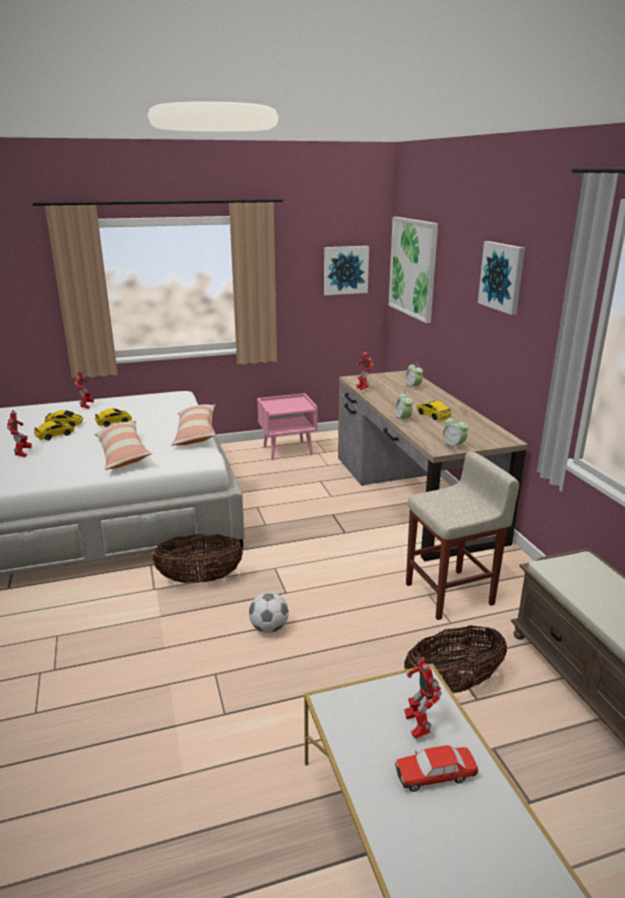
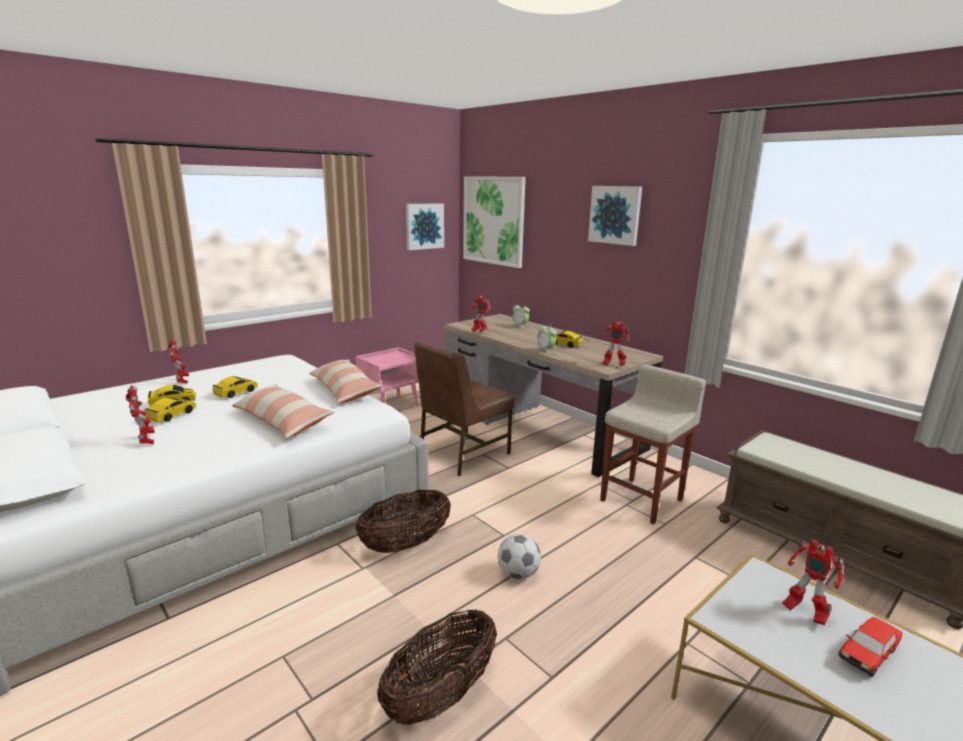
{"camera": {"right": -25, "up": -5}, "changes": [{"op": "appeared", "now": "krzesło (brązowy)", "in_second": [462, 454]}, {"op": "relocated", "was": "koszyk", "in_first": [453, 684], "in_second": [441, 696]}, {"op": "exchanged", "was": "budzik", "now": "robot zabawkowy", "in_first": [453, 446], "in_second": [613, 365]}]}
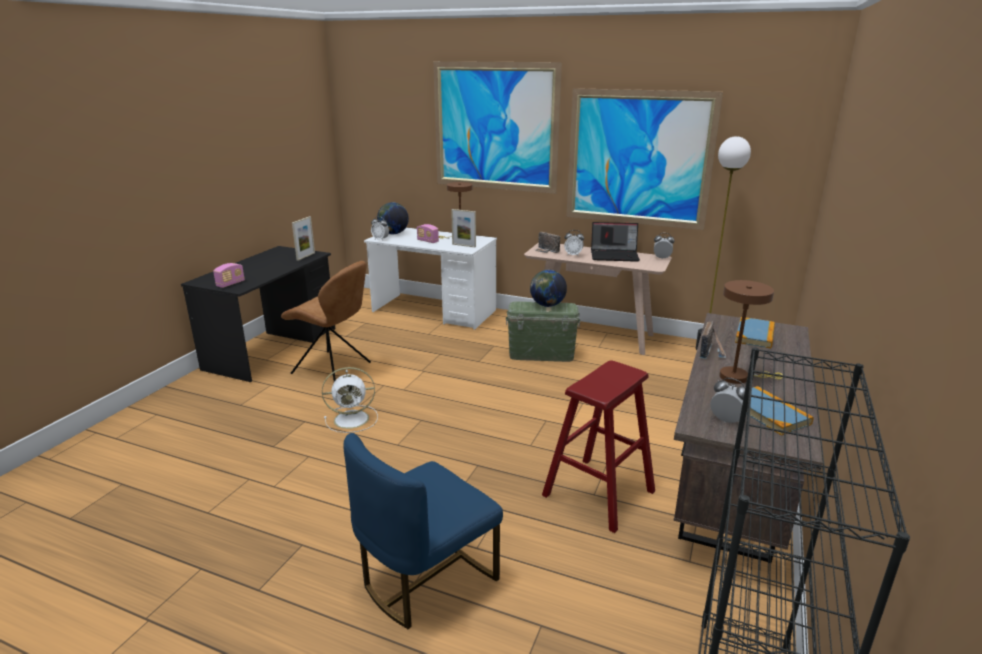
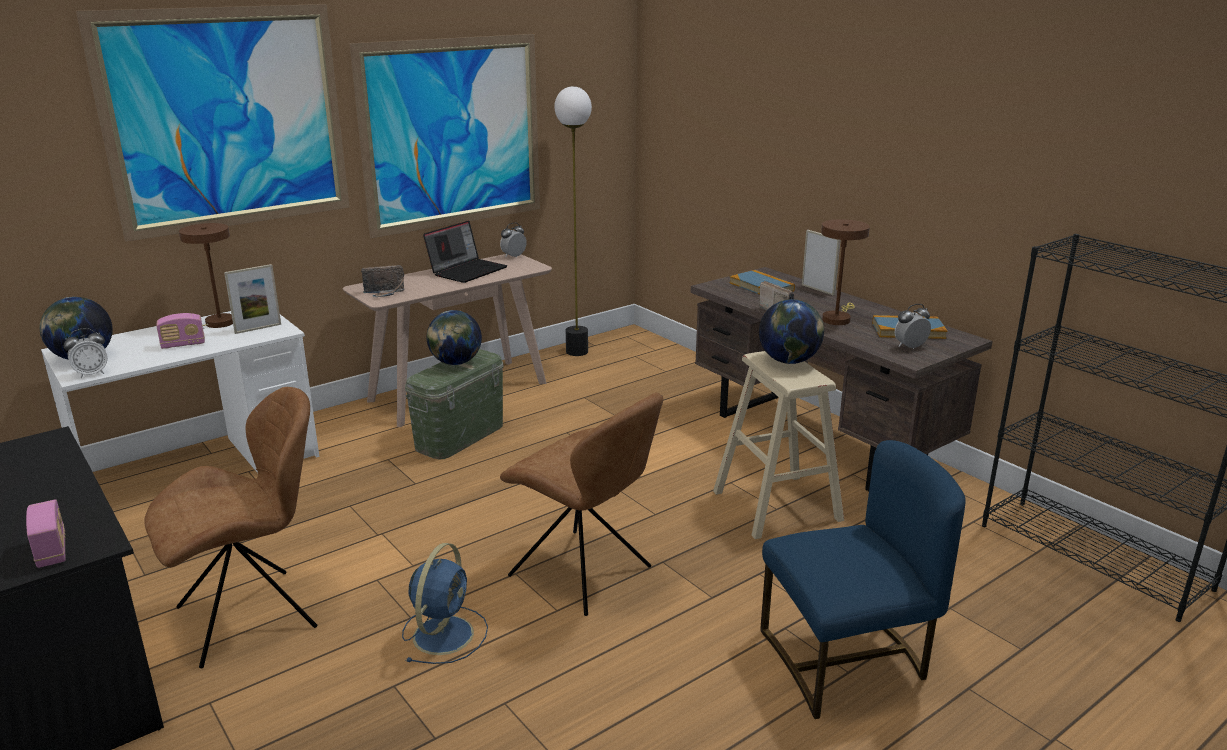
{"camera": {"right": -60, "up": 0}, "changes": [{"op": "missing", "was": "budzik", "in_first": [573, 255]}, {"op": "appeared", "now": "krzesło (brązowy)", "in_second": [584, 574]}, {"op": "appeared", "now": "globus", "in_second": [789, 361]}, {"op": "relocated", "was": "ramka na zdjęcie", "in_first": [306, 256], "in_second": [818, 290]}, {"op": "colour", "was": "wentylator (biały)", "now": "wentylator (niebieski)", "in_first": [353, 419], "in_second": [444, 633]}, {"op": "colour", "was": "stołek (czerwony)", "now": "stołek (beżowy)", "in_first": [598, 493], "in_second": [776, 505]}, {"op": "spun", "was": "krzesło (niebieski)", "in_first": [426, 578], "in_second": [846, 661], "clockwise": -90}]}
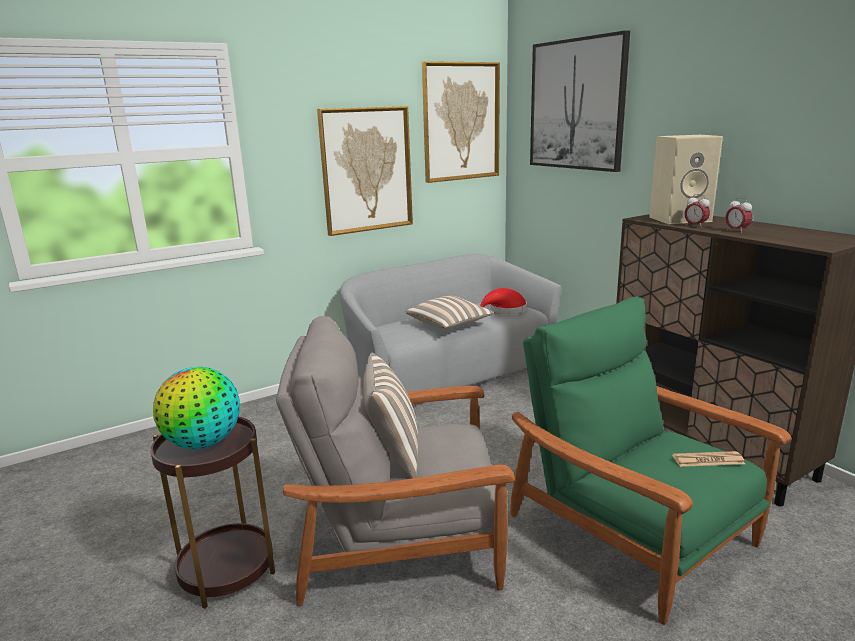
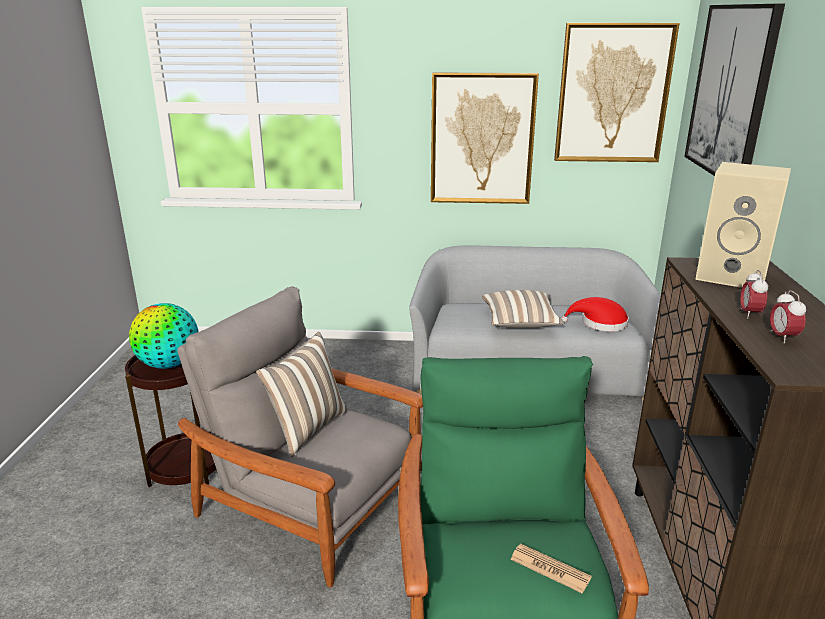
{"camera": {"right": 35, "up": 5}, "changes": [{"op": "relocated", "was": "budzik", "in_first": [695, 226], "in_second": [782, 337]}]}
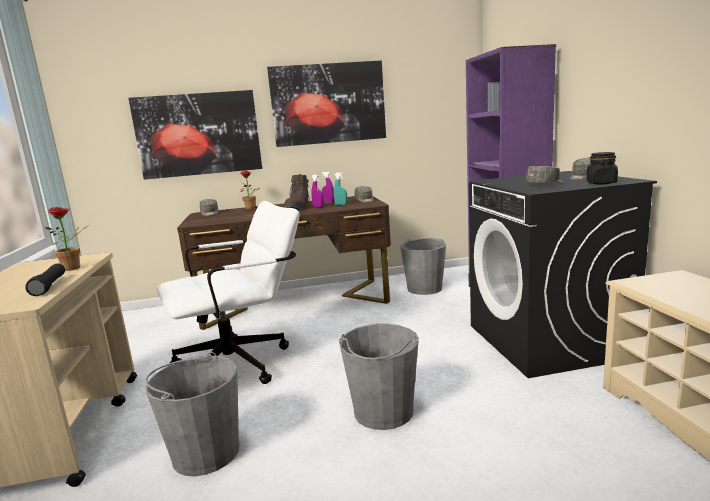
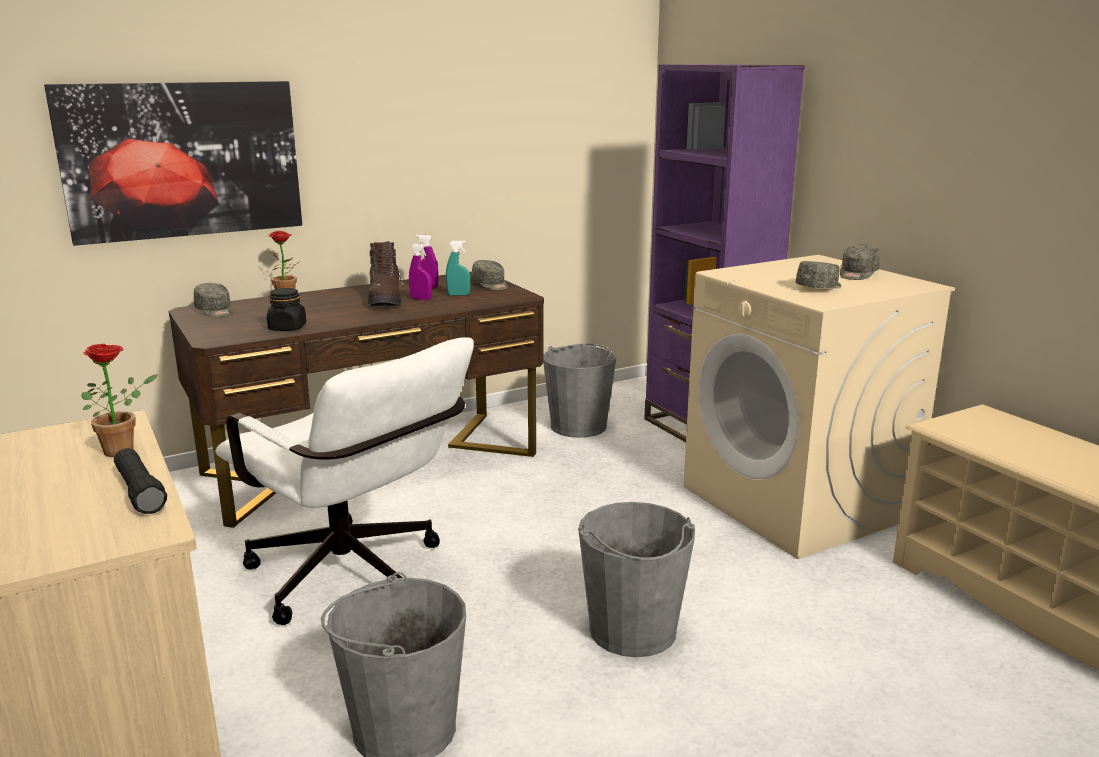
{"camera": {"right": -20, "up": 5}, "changes": [{"op": "missing", "was": "obraz", "in_first": [328, 104]}, {"op": "relocated", "was": "słoik (czarny)", "in_first": [601, 183], "in_second": [287, 328]}, {"op": "colour", "was": "pralka (czarny)", "now": "pralka (beżowy)", "in_first": [547, 341], "in_second": [797, 502]}, {"op": "spun", "was": "krzesło biurowe (biały)", "in_first": [242, 362], "in_second": [355, 580], "clockwise": 90}]}
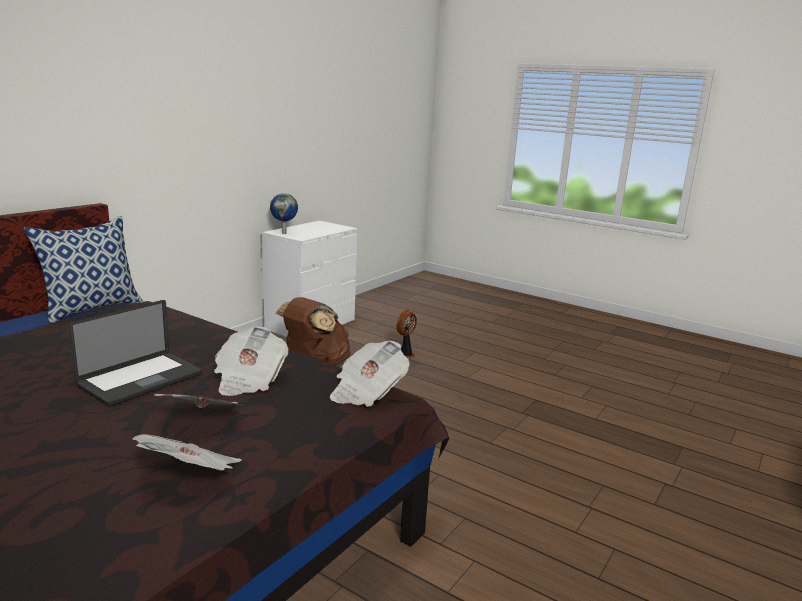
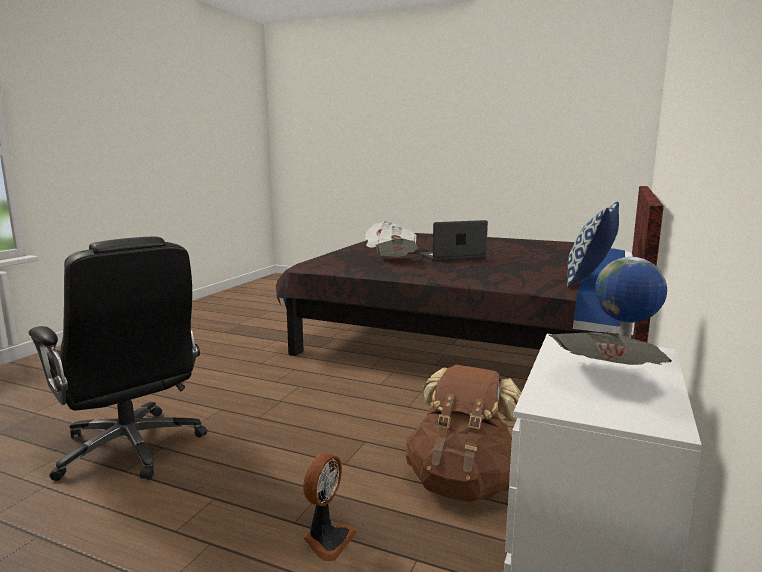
{"camera": {"right": 170, "up": -5}, "changes": [{"op": "appeared", "now": "krzesło biurowe (czarny)", "in_second": [131, 448]}, {"op": "relocated", "was": "gazeta", "in_first": [367, 392], "in_second": [606, 379]}, {"op": "spun", "was": "laptop", "in_first": [141, 380], "in_second": [452, 256], "clockwise": 45}]}
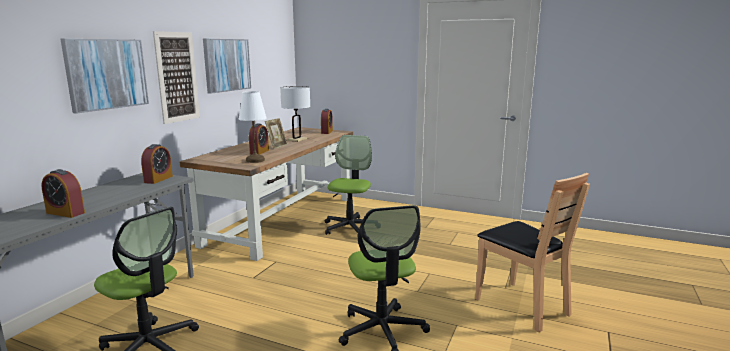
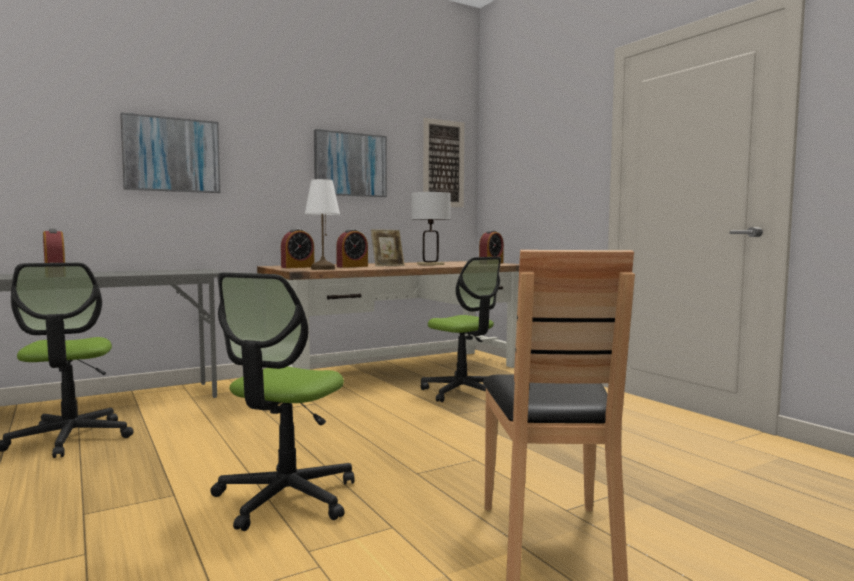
{"camera": {"right": 35, "up": -10}, "changes": [{"op": "relocated", "was": "budzik", "in_first": [158, 179], "in_second": [297, 267]}, {"op": "relocated", "was": "obraz", "in_first": [177, 77], "in_second": [443, 163]}, {"op": "spun", "was": "krzesło biurowe", "in_first": [350, 227], "in_second": [463, 392], "clockwise": 90}]}
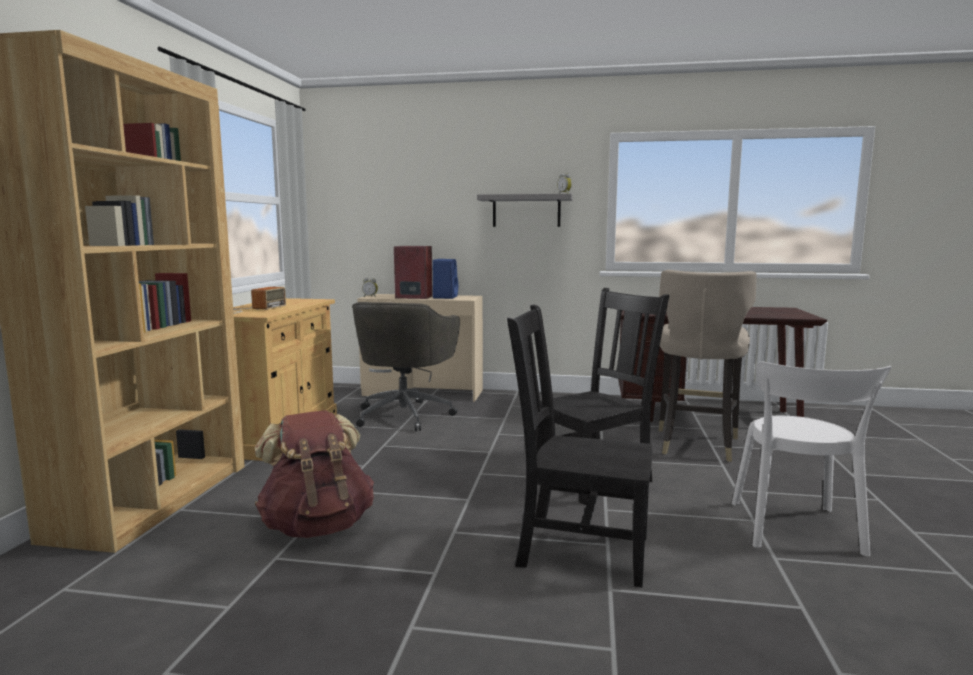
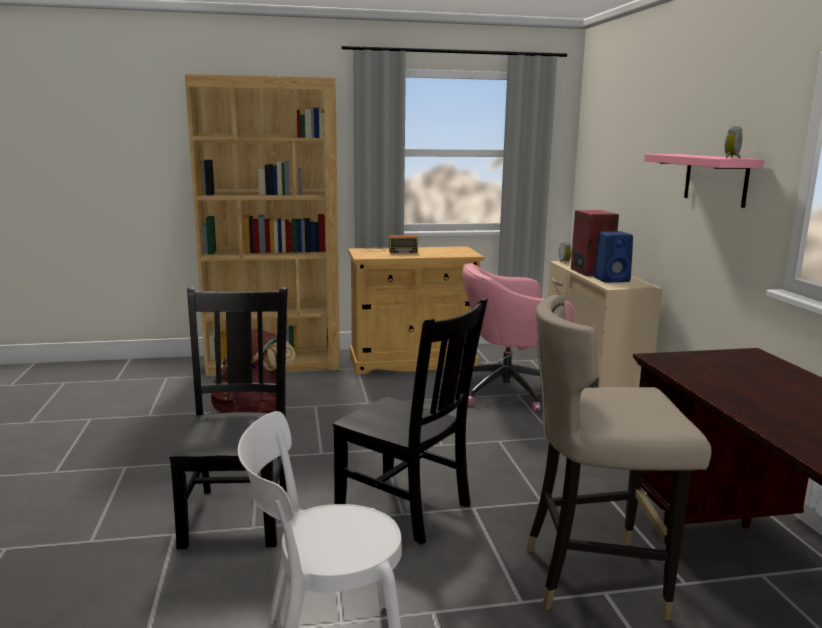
{"camera": {"right": 70, "up": 5}, "changes": [{"op": "colour", "was": "krzesło biurowe (szary)", "now": "krzesło biurowe (różowy)", "in_first": [405, 415], "in_second": [509, 391]}, {"op": "colour", "was": "półka (szary)", "now": "półka (różowy)", "in_first": [526, 211], "in_second": [715, 179]}]}
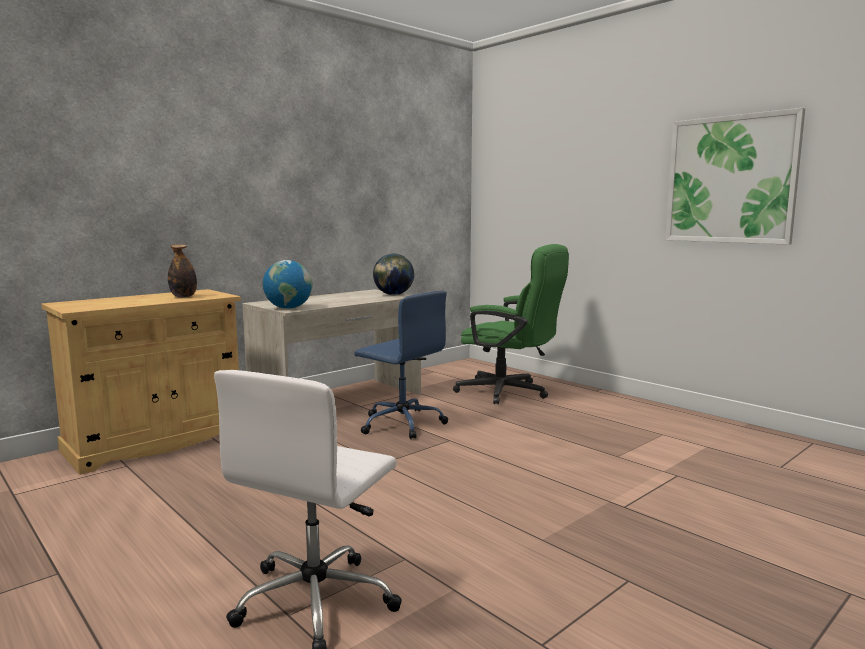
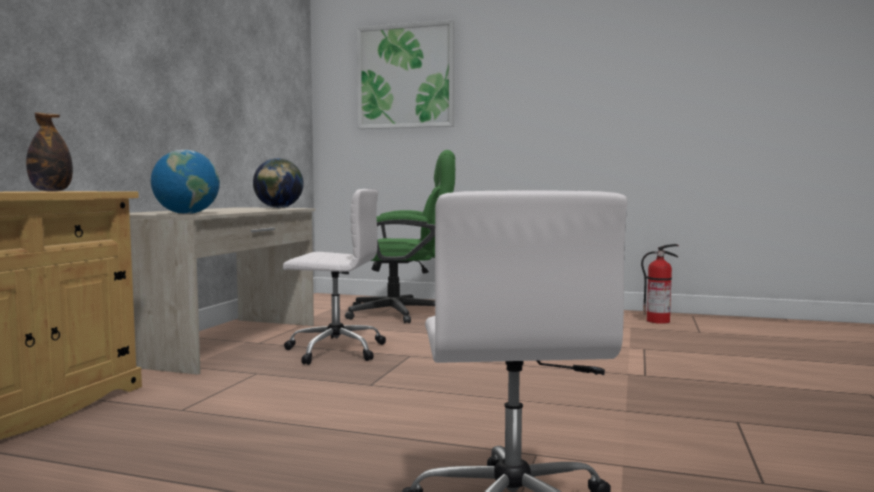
{"camera": {"right": -30, "up": -5}, "changes": [{"op": "appeared", "now": "gaśnica", "in_second": [659, 321]}, {"op": "relocated", "was": "obraz", "in_first": [730, 180], "in_second": [405, 76]}, {"op": "colour", "was": "krzesło biurowe (niebieski)", "now": "krzesło biurowe (biały)", "in_first": [401, 423], "in_second": [334, 350]}]}
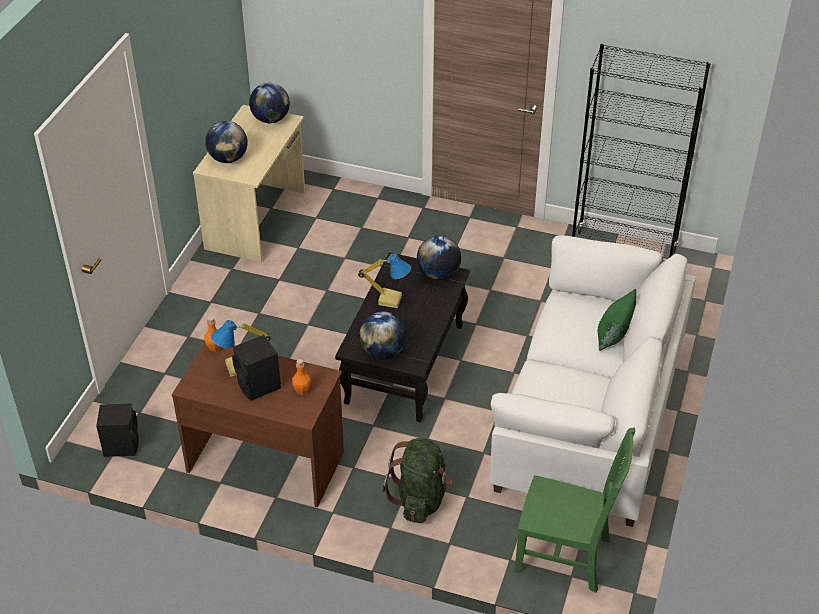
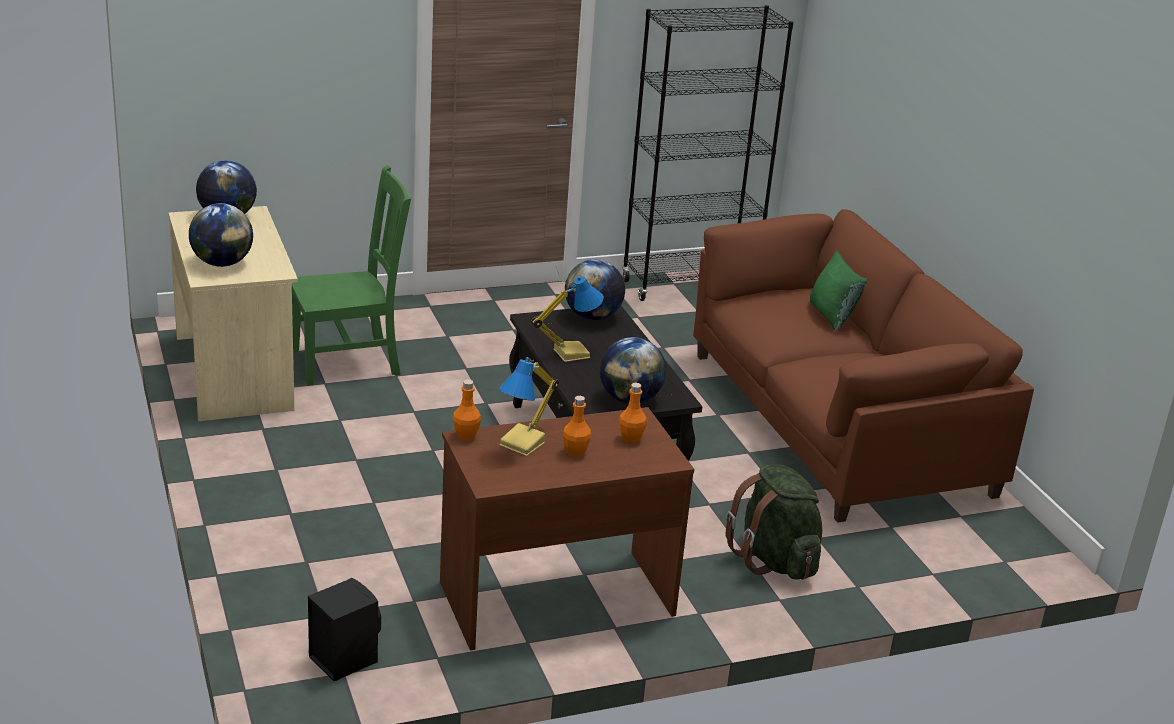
{"camera": {"right": -40, "up": -15}, "changes": [{"op": "relocated", "was": "krzesło (zielony)", "in_first": [566, 556], "in_second": [350, 361]}, {"op": "exchanged", "was": "głośnik (czarny)", "now": "butelka (pomarańczowy)", "in_first": [259, 386], "in_second": [575, 452]}, {"op": "colour", "was": "kanapa (biały)", "now": "kanapa (brązowy)", "in_first": [589, 414], "in_second": [836, 422]}]}
